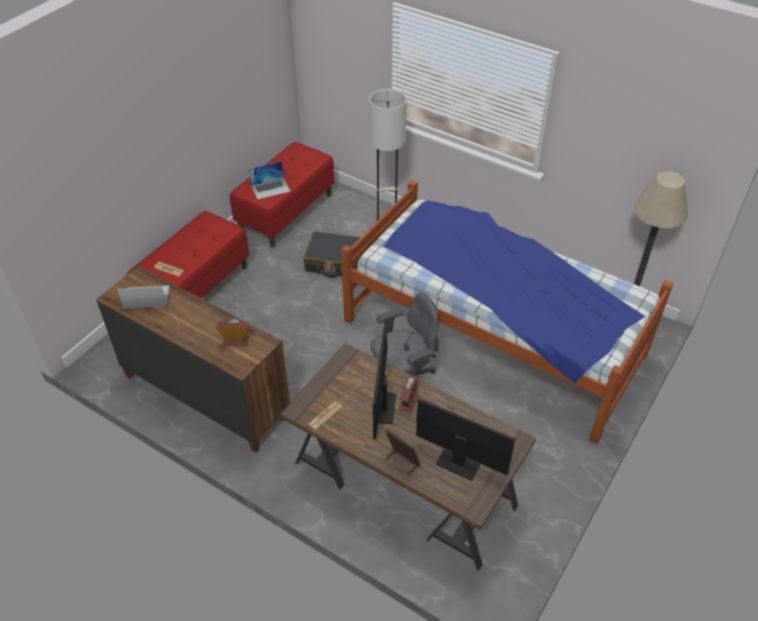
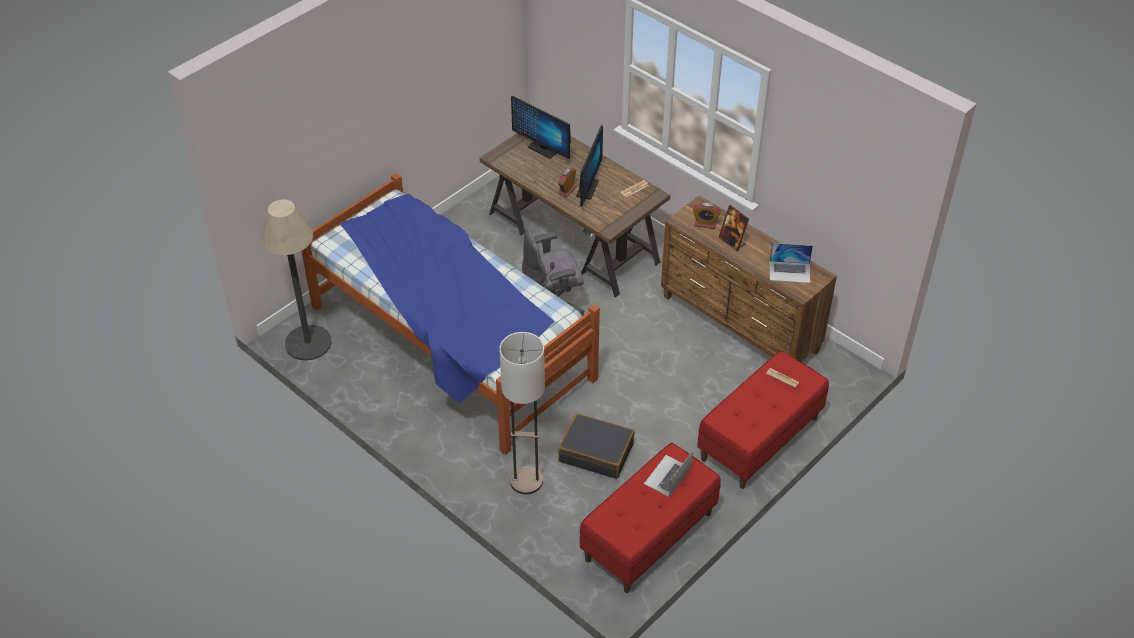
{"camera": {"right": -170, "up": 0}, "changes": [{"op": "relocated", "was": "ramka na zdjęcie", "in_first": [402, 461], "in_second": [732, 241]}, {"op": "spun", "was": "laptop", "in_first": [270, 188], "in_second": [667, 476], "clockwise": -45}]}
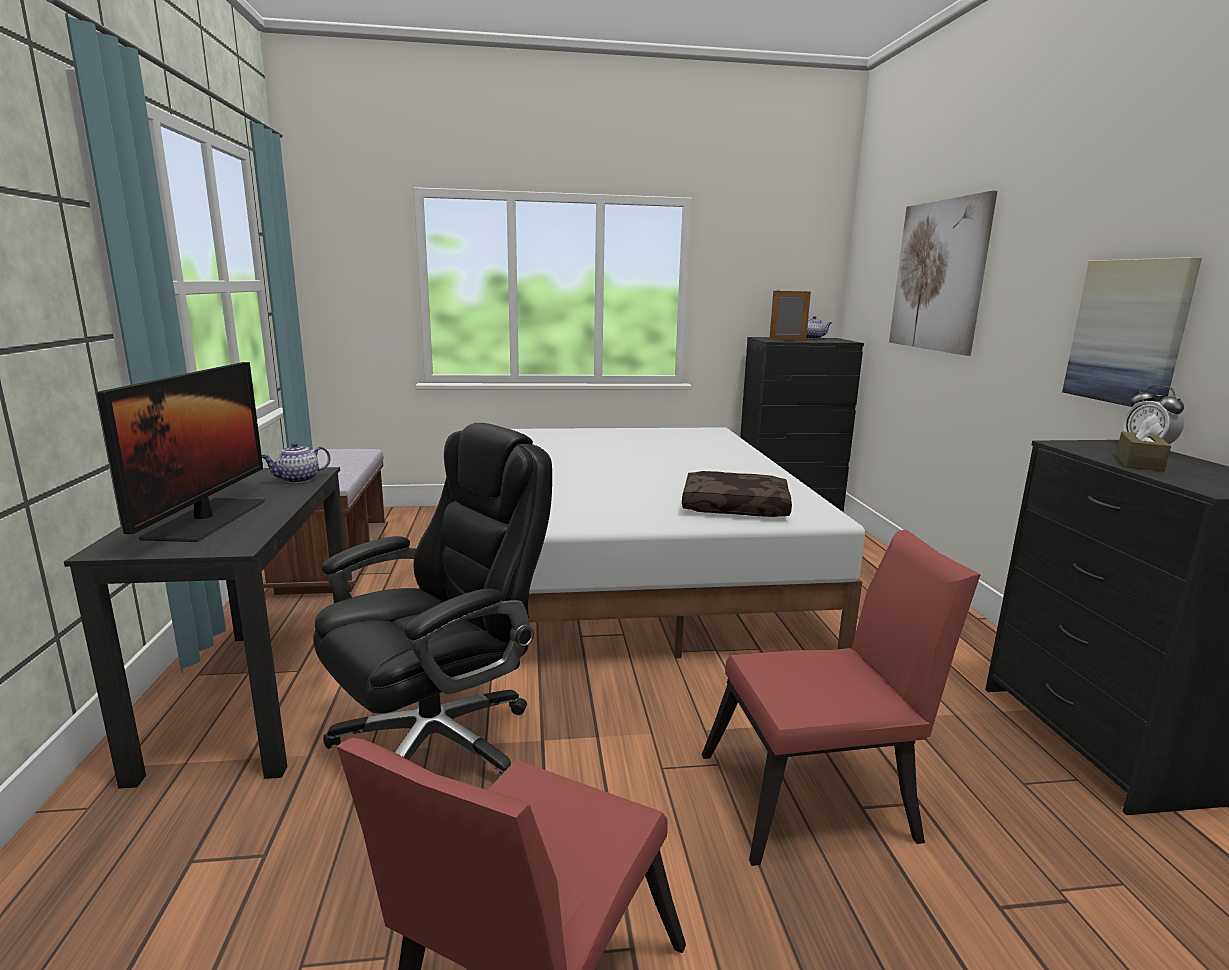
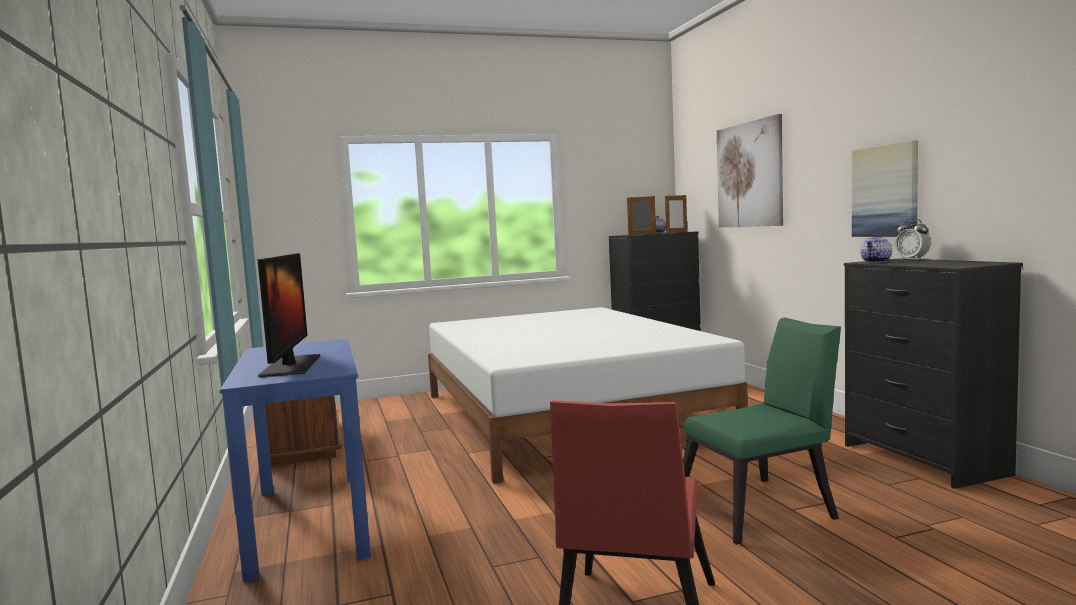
{"camera": {"right": -10, "up": -10}, "changes": [{"op": "missing", "was": "krzesło biurowe (czarny)", "in_first": [439, 743]}, {"op": "missing", "was": "poduszka (brązowy)", "in_first": [736, 507]}, {"op": "missing", "was": "pudełko chusteczek (brązowy)", "in_first": [1139, 463]}, {"op": "appeared", "now": "ramka na zdjęcie", "in_second": [676, 232]}, {"op": "relocated", "was": "imbryk", "in_first": [298, 479], "in_second": [876, 261]}, {"op": "colour", "was": "biurko (czarny)", "now": "biurko (niebieski)", "in_first": [257, 694], "in_second": [309, 520]}, {"op": "colour", "was": "krzesło (czerwony)", "now": "krzesło (zielony)", "in_first": [819, 796], "in_second": [762, 509]}]}
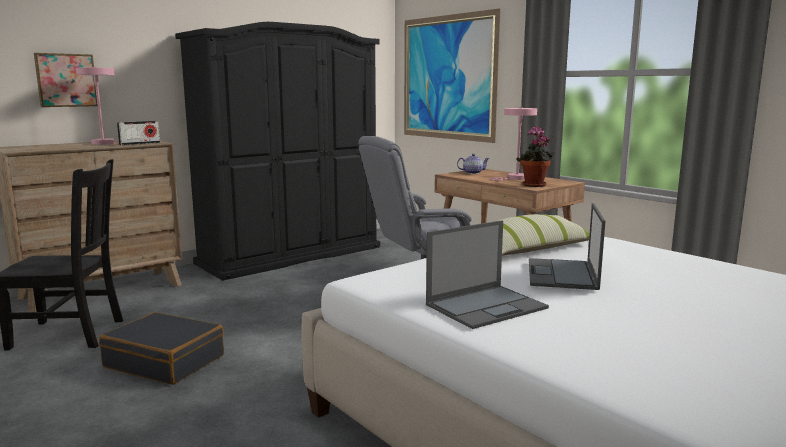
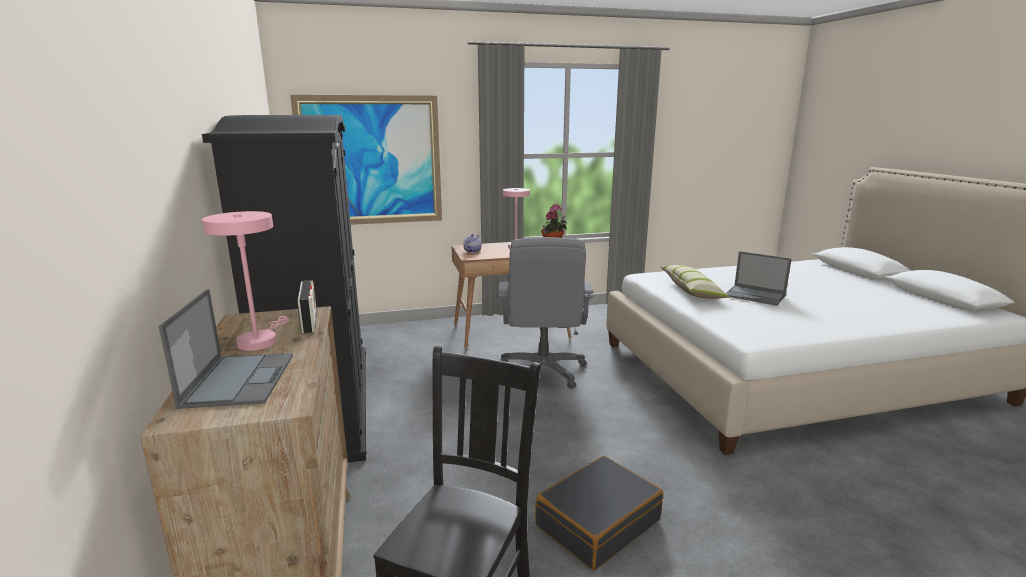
{"camera": {"right": -65, "up": 5}, "changes": [{"op": "missing", "was": "obraz", "in_first": [66, 80]}, {"op": "relocated", "was": "laptop", "in_first": [487, 306], "in_second": [239, 379]}]}
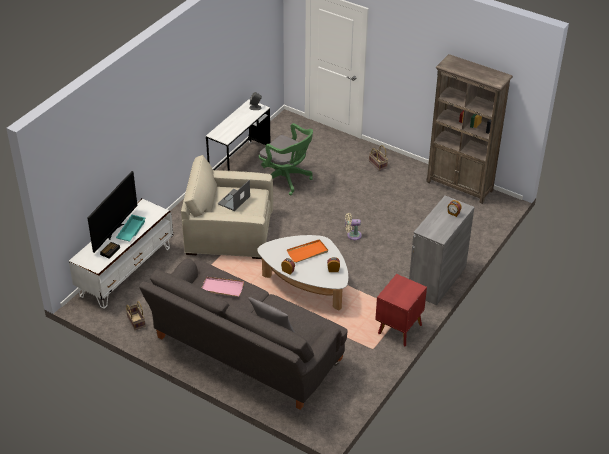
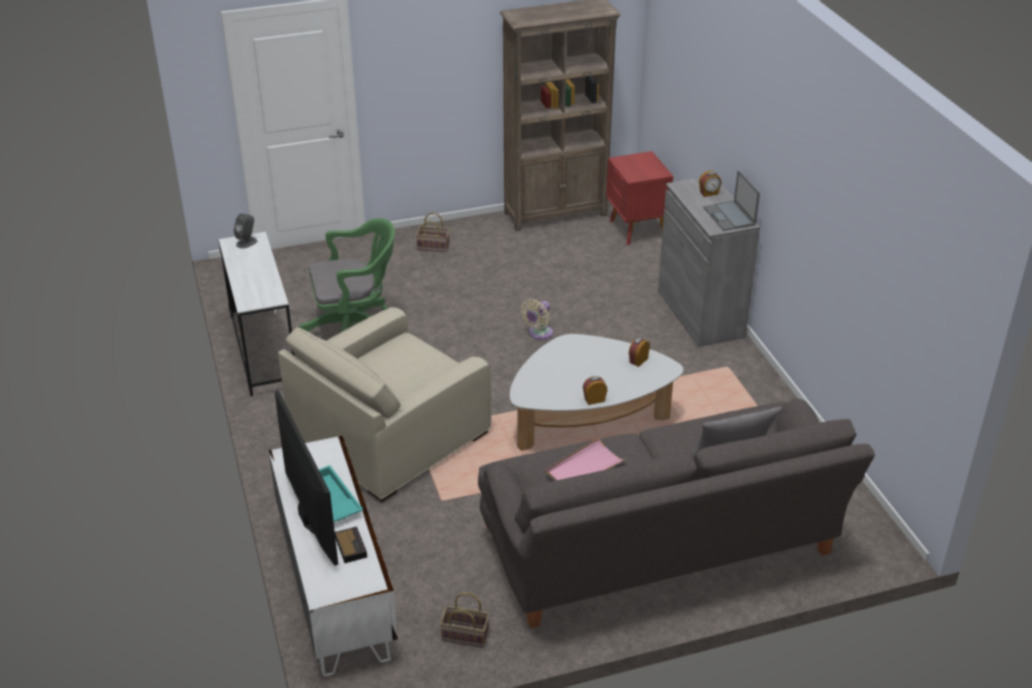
{"camera": {"right": -50, "up": -5}, "changes": [{"op": "missing", "was": "taca (pomarańczowy)", "in_first": [307, 252]}, {"op": "relocated", "was": "laptop", "in_first": [233, 200], "in_second": [729, 216]}, {"op": "relocated", "was": "szafka nocna (czerwony)", "in_first": [398, 329], "in_second": [637, 230]}]}
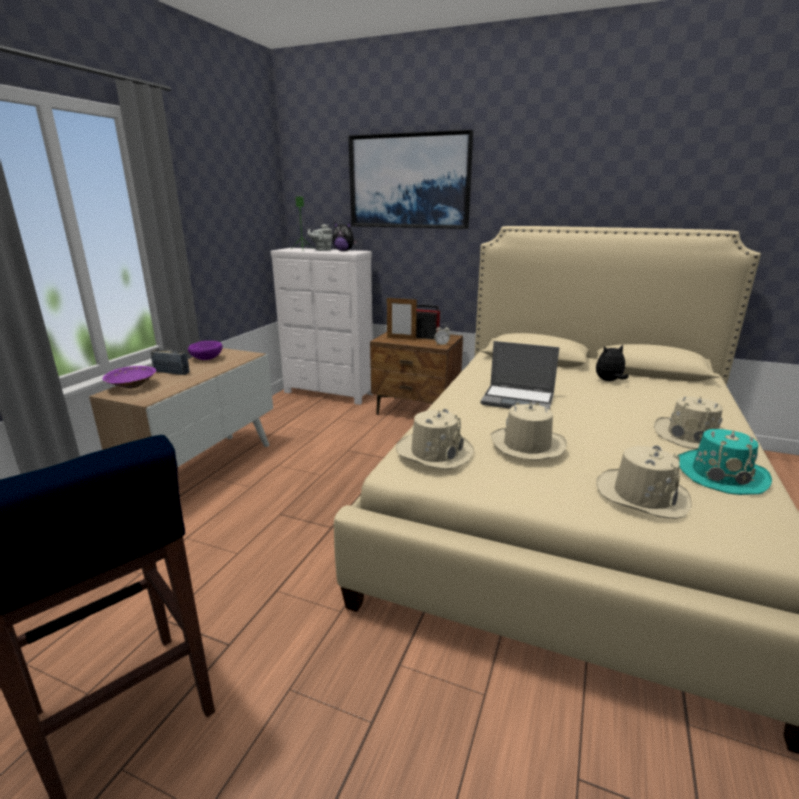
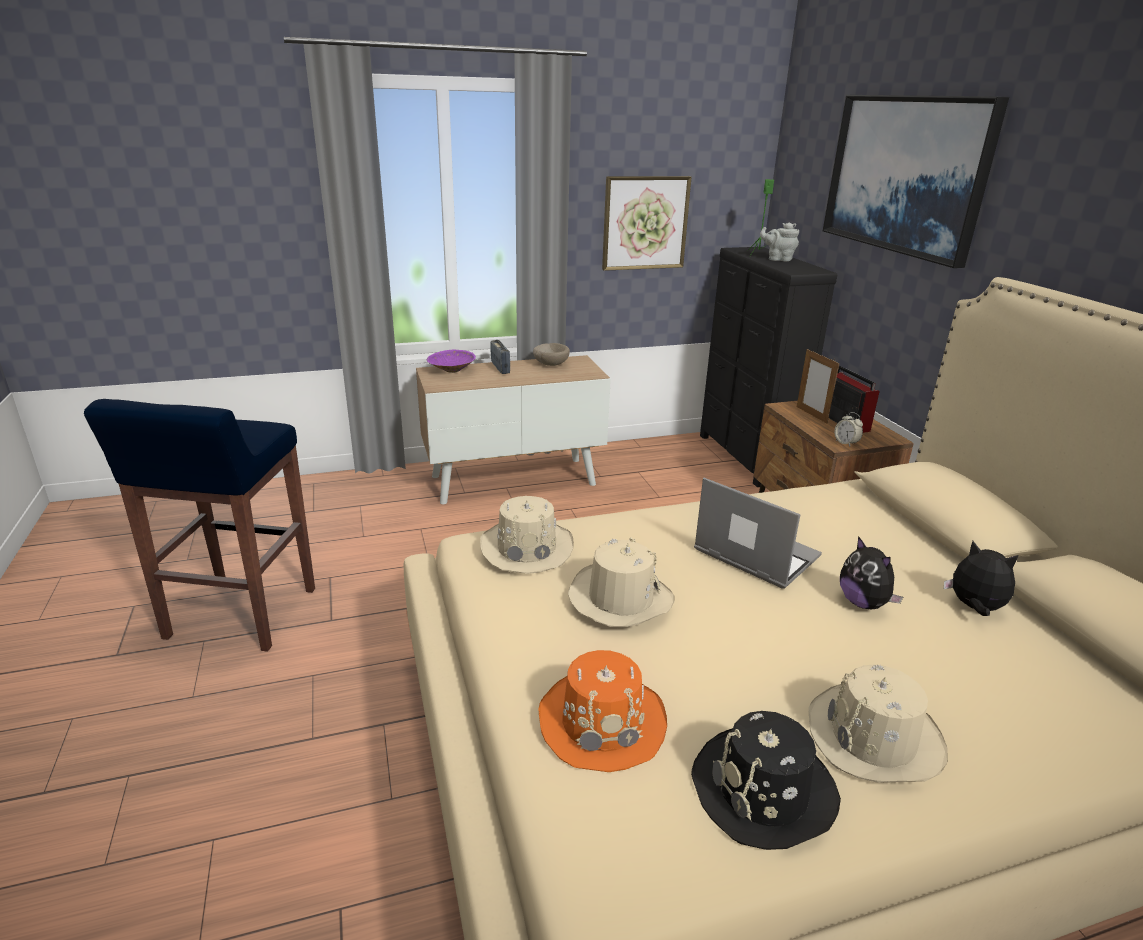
{"camera": {"right": 50, "up": 5}, "changes": [{"op": "appeared", "now": "obraz", "in_second": [645, 223]}, {"op": "relocated", "was": "pluszak", "in_first": [344, 251], "in_second": [863, 603]}, {"op": "colour", "was": "miska (fioletowy)", "now": "miska (beżowy)", "in_first": [206, 359], "in_second": [551, 364]}, {"op": "colour", "was": "komoda (biały)", "now": "komoda (czarny)", "in_first": [328, 393], "in_second": [745, 457]}, {"op": "colour", "was": "kapelusz (beżowy)", "now": "kapelusz (pomarańczowy)", "in_first": [642, 495], "in_second": [602, 721]}, {"op": "colour", "was": "kapelusz (turkusowy)", "now": "kapelusz (czarny)", "in_first": [720, 474], "in_second": [764, 791]}, {"op": "spun", "was": "laptop", "in_first": [518, 400], "in_second": [754, 554], "clockwise": 150}]}
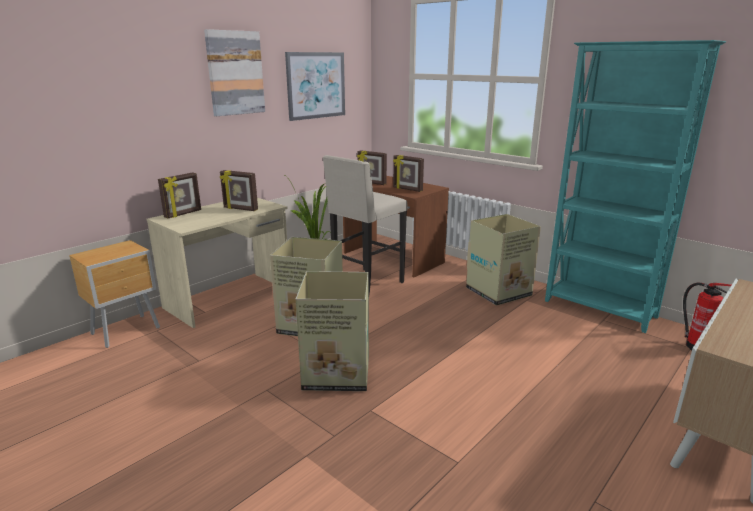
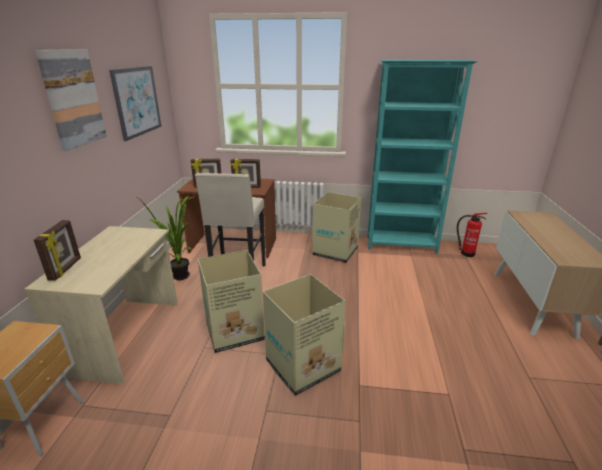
{"camera": {"right": -35, "up": 5}, "changes": [{"op": "missing", "was": "ramka na zdjęcie", "in_first": [240, 209]}]}
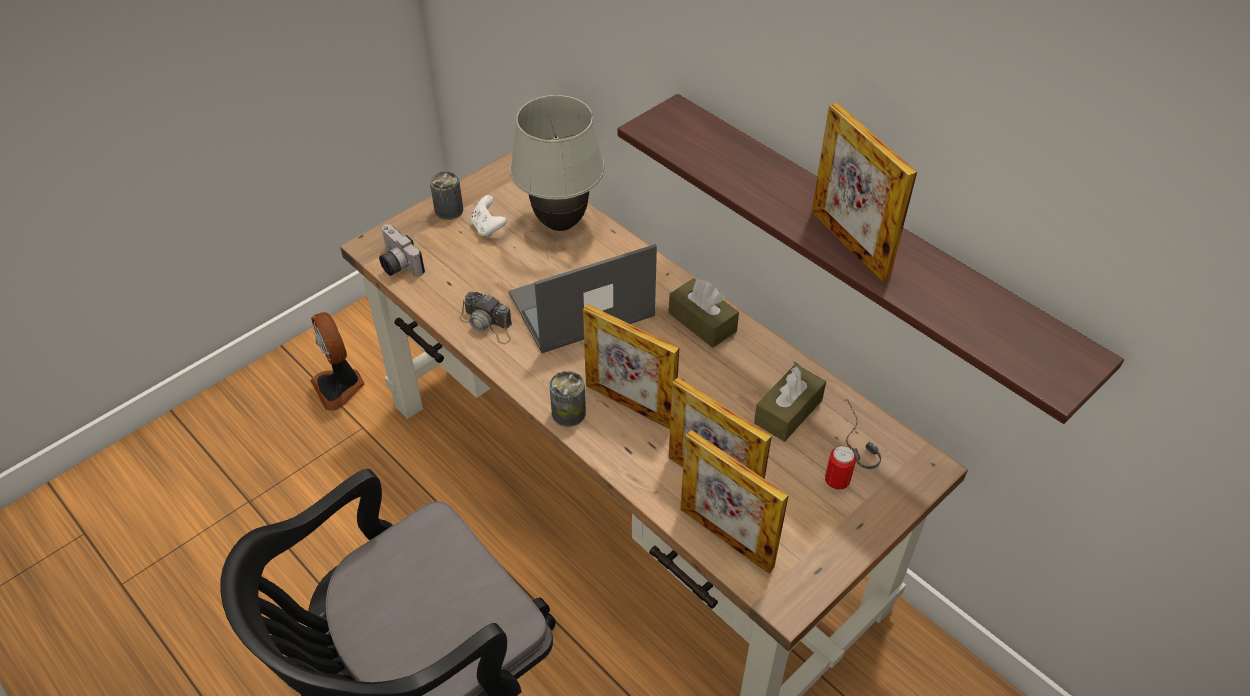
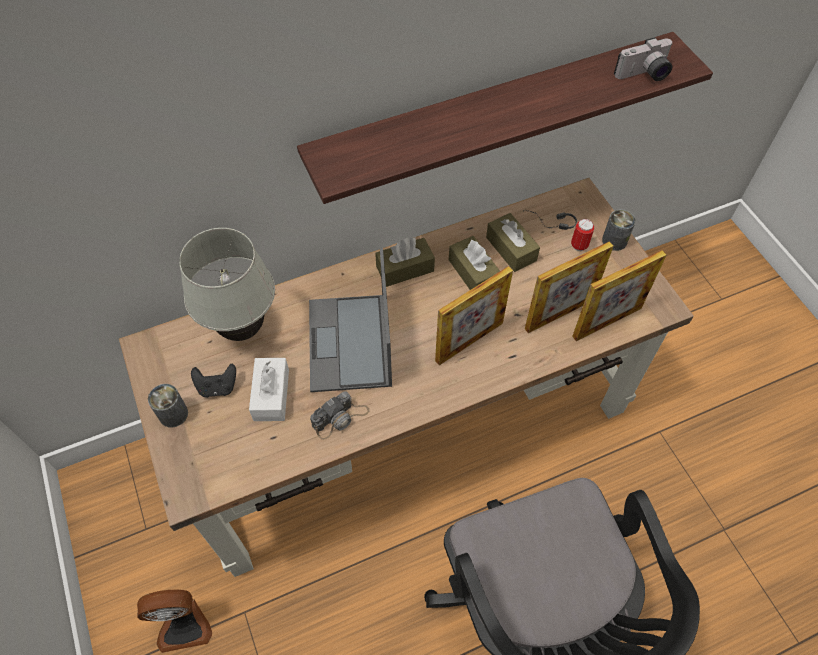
{"camera": {"right": -70, "up": 10}, "changes": [{"op": "missing", "was": "ramka na zdjęcie", "in_first": [849, 244]}, {"op": "appeared", "now": "pudełko chusteczek (biały)", "in_second": [271, 395]}, {"op": "appeared", "now": "pudełko chusteczek (brązowy)", "in_second": [473, 272]}, {"op": "relocated", "was": "aparat fotograficzny", "in_first": [397, 264], "in_second": [644, 75]}, {"op": "relocated", "was": "puszka", "in_first": [568, 413], "in_second": [614, 240]}, {"op": "colour", "was": "pad do gier (biały)", "now": "pad do gier (czarny)", "in_first": [488, 228], "in_second": [217, 387]}]}
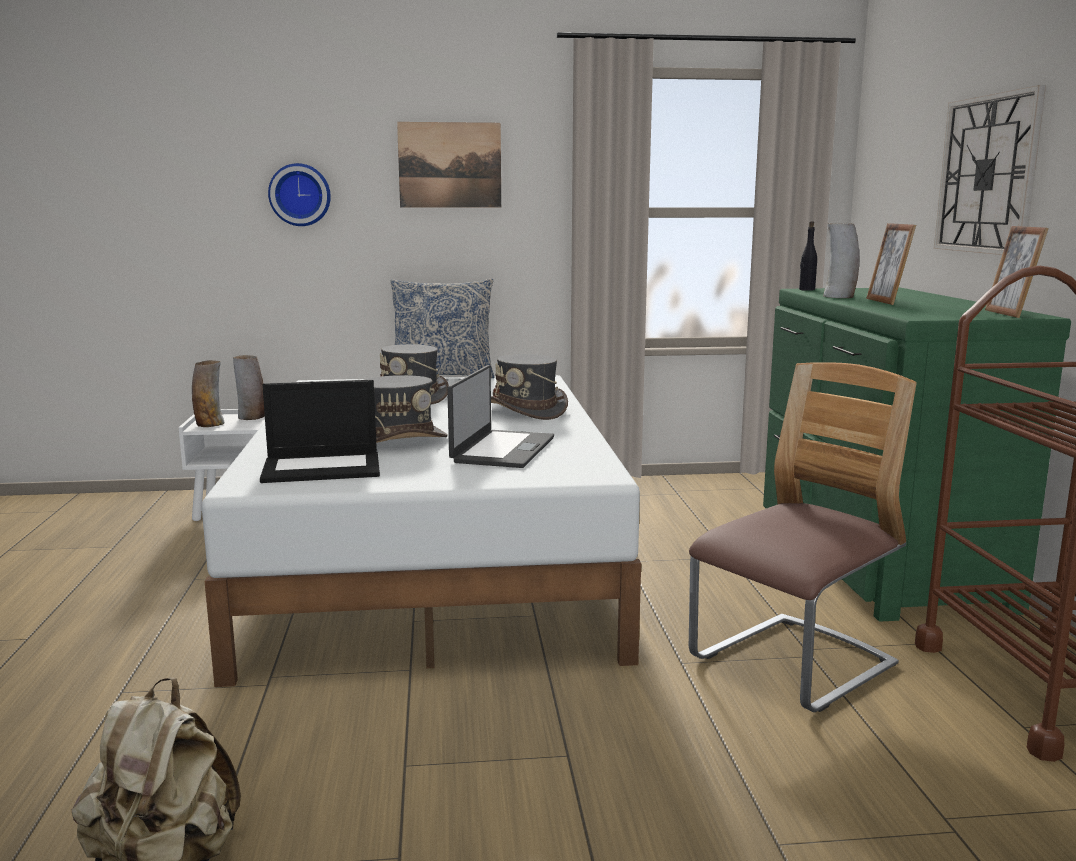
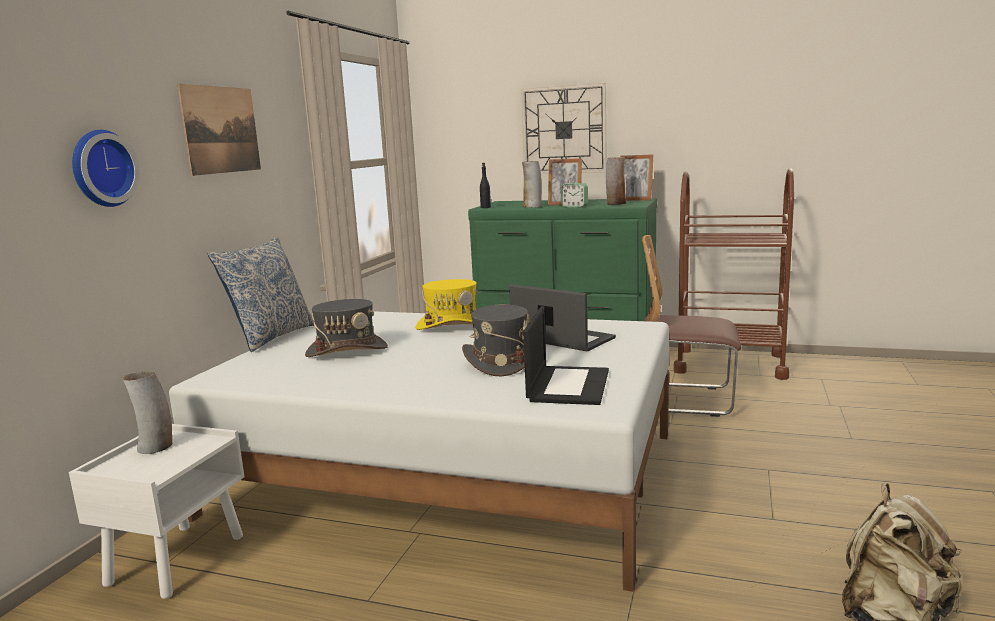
{"camera": {"right": -65, "up": 0}, "changes": [{"op": "appeared", "now": "budzik", "in_second": [574, 206]}, {"op": "relocated", "was": "wazon", "in_first": [210, 424], "in_second": [615, 204]}, {"op": "colour", "was": "kapelusz (szary)", "now": "kapelusz (żółty)", "in_first": [527, 411], "in_second": [452, 325]}, {"op": "spun", "was": "krzesło", "in_first": [792, 664], "in_second": [684, 400], "clockwise": -60}]}
